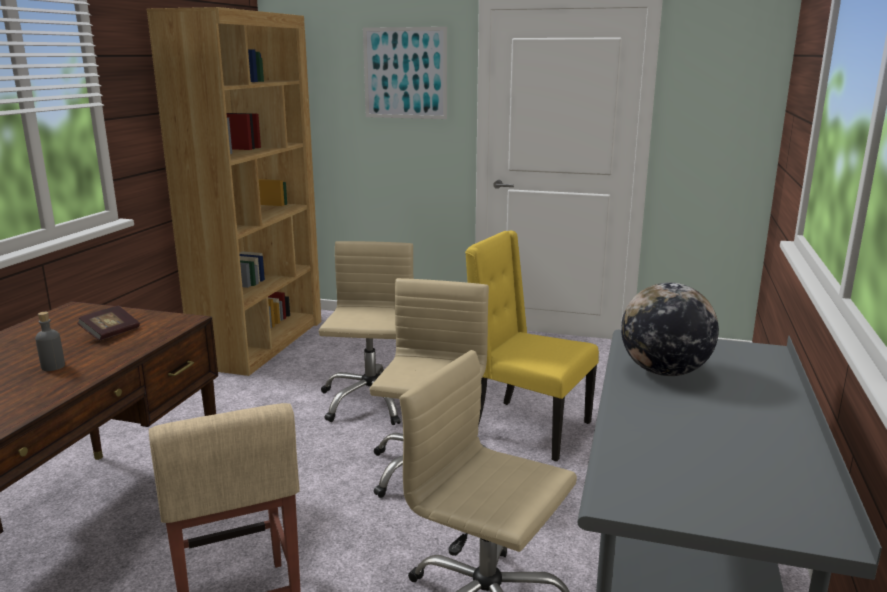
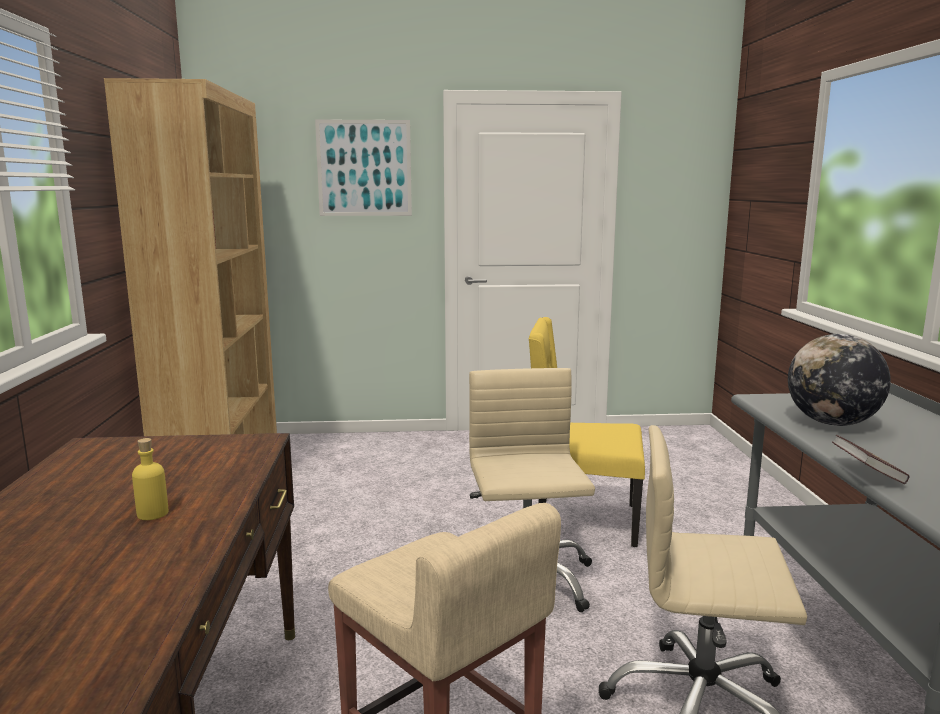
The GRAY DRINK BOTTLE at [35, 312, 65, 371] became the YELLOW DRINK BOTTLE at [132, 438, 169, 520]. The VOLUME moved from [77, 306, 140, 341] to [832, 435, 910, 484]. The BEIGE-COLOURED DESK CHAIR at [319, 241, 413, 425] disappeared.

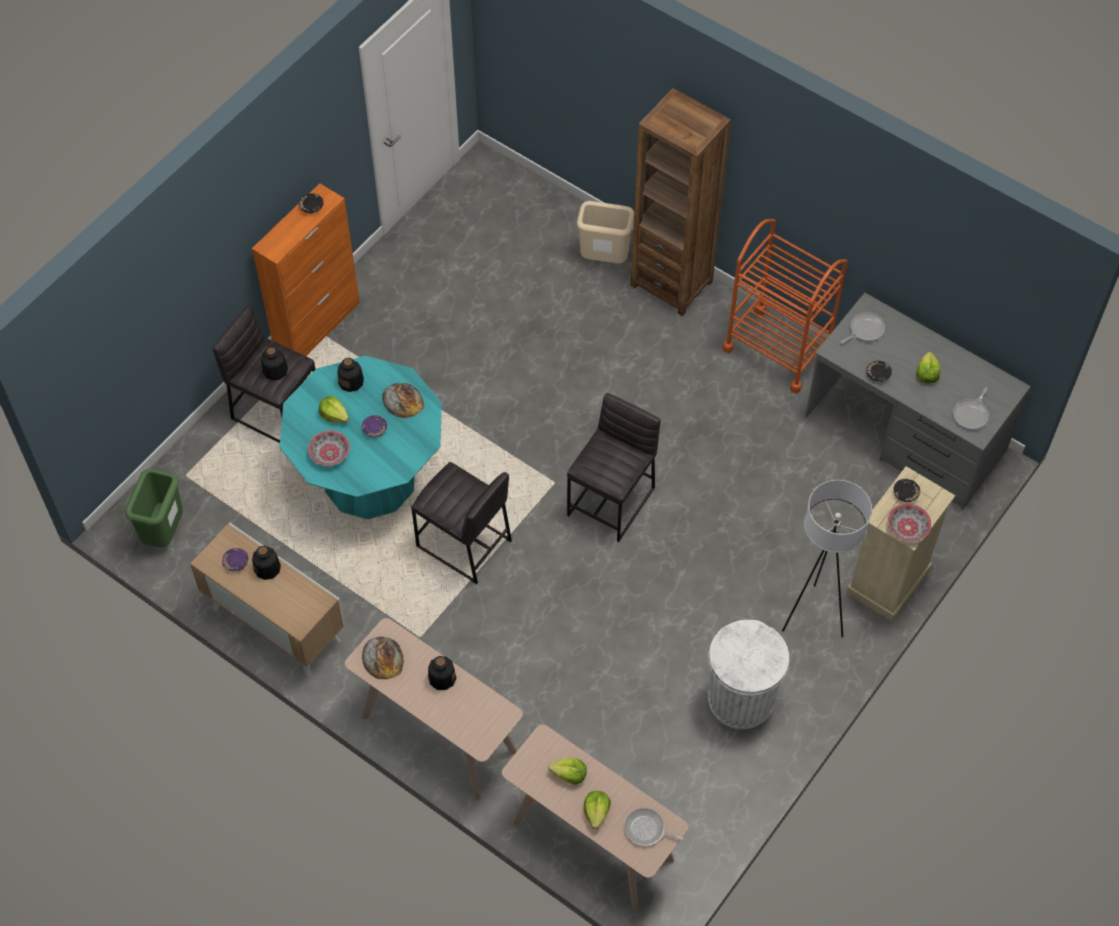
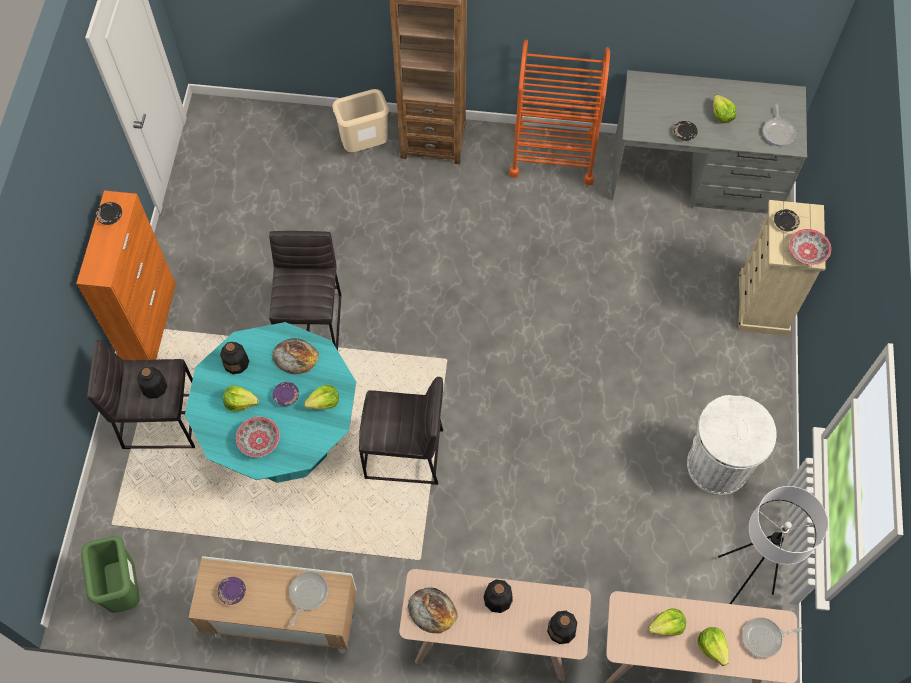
The DRINK BOTTLE moved from [252, 546, 281, 580] to [547, 611, 577, 644]. The GRAY SITTING STOOL moved from [567, 393, 661, 542] to [269, 231, 341, 350]. The WHITISH FLOOR LAMP moved from [782, 480, 872, 638] to [718, 486, 828, 604]. The SKILLET moved from [841, 312, 885, 343] to [289, 571, 328, 627]. The LETTUCE at [304, 385, 339, 409] appeared.

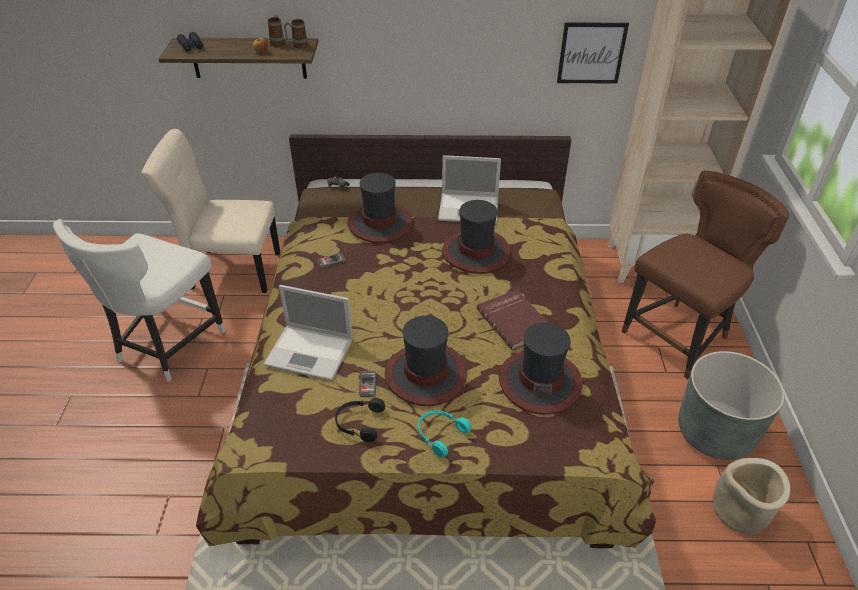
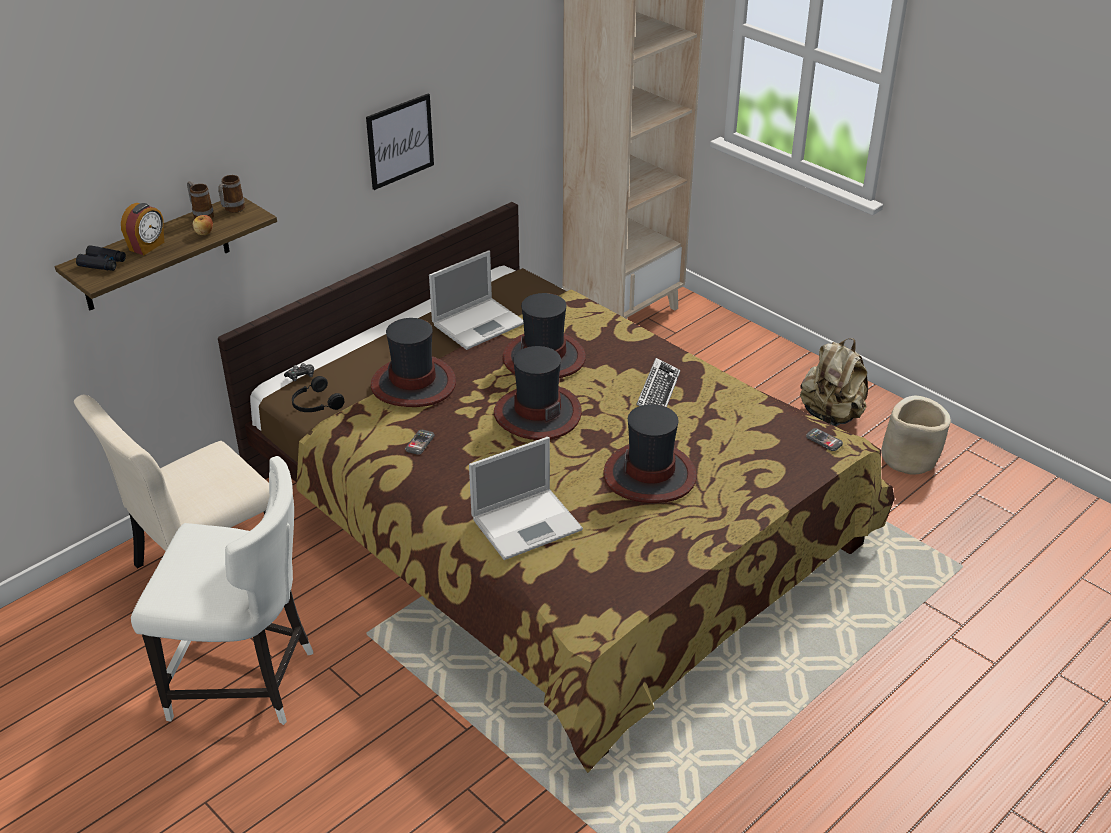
The WHITISH PLAIN CHAIR at [53, 219, 225, 382] turned 60 degrees counterclockwise. The BLACK HEADPHONES moved from [335, 398, 385, 442] to [292, 376, 344, 412]. The PHONE moved from [359, 371, 377, 397] to [806, 428, 843, 451]. The TURQUOISE HEADPHONES at [418, 410, 471, 458] disappeared. The RED-COLOURED VOLUME at [477, 290, 548, 350] was replaced by the COMPUTER KEYBOARD at [636, 358, 680, 407]. The WEARABLE HAT moved from [499, 322, 583, 415] to [494, 346, 582, 440]. The WALL ART moved from [557, 22, 629, 84] to [366, 94, 434, 190]. The BROWN PLAIN CHAIR at [621, 171, 789, 379] disappeared. The GRAY PLANTER at [678, 351, 785, 460] was replaced by the BEIGE-COLOURED RUCKSACK at [800, 338, 868, 426]. The BEDSIDE CLOCK at [121, 203, 164, 255] appeared.

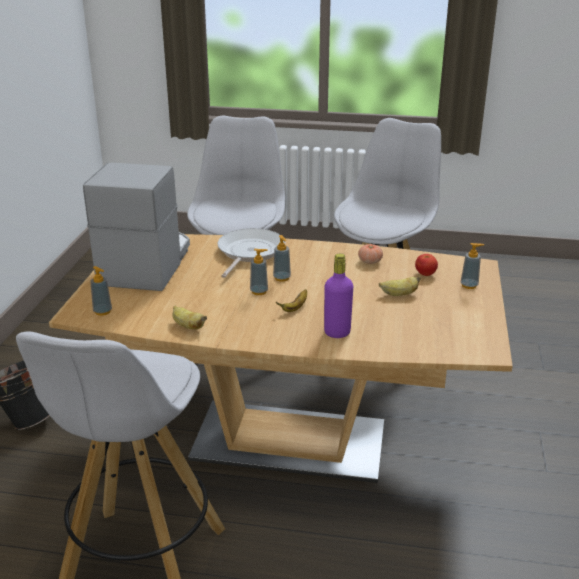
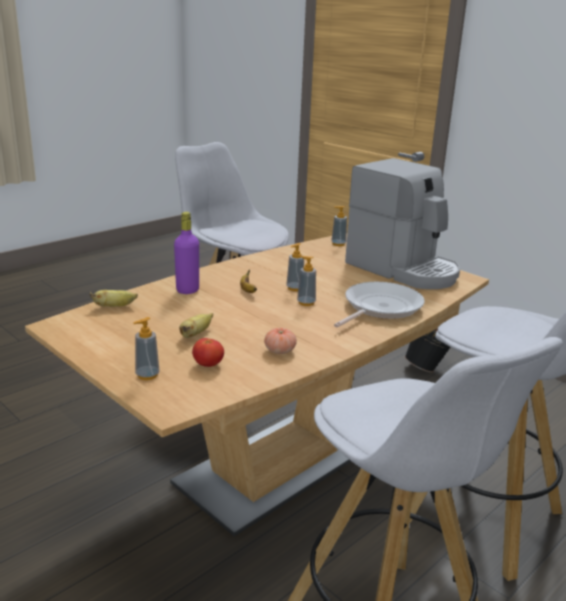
The BANANA FRUIT moved from [173, 306, 207, 330] to [90, 290, 138, 307]. The SKILLET at [217, 228, 285, 278] turned 105 degrees counterclockwise.

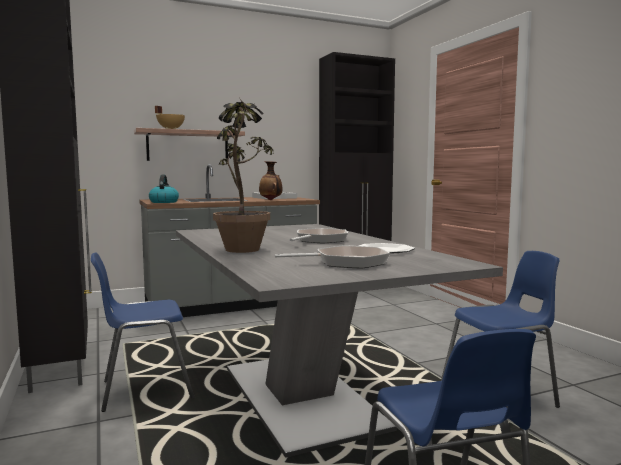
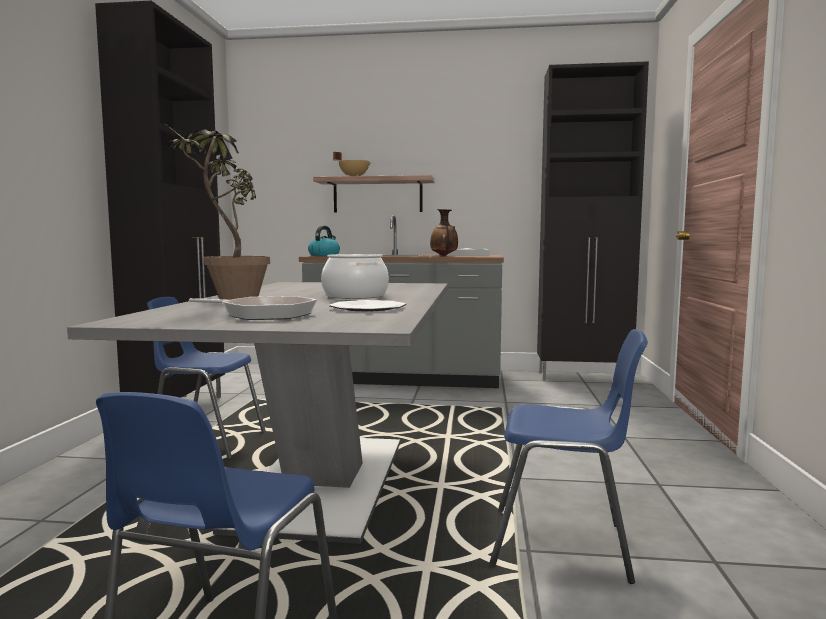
The SKILLET at [290, 228, 348, 243] was replaced by the SAUCEPOT at [321, 254, 389, 299].

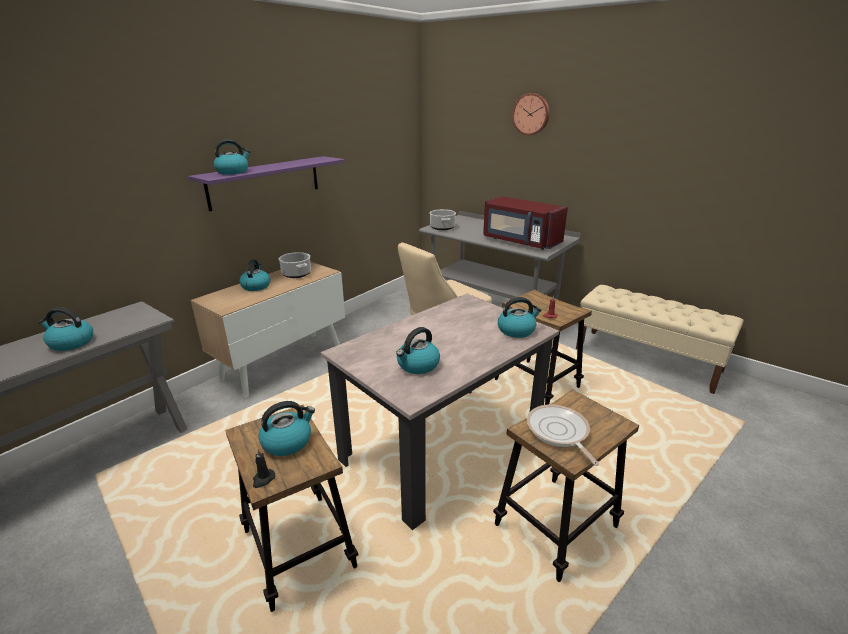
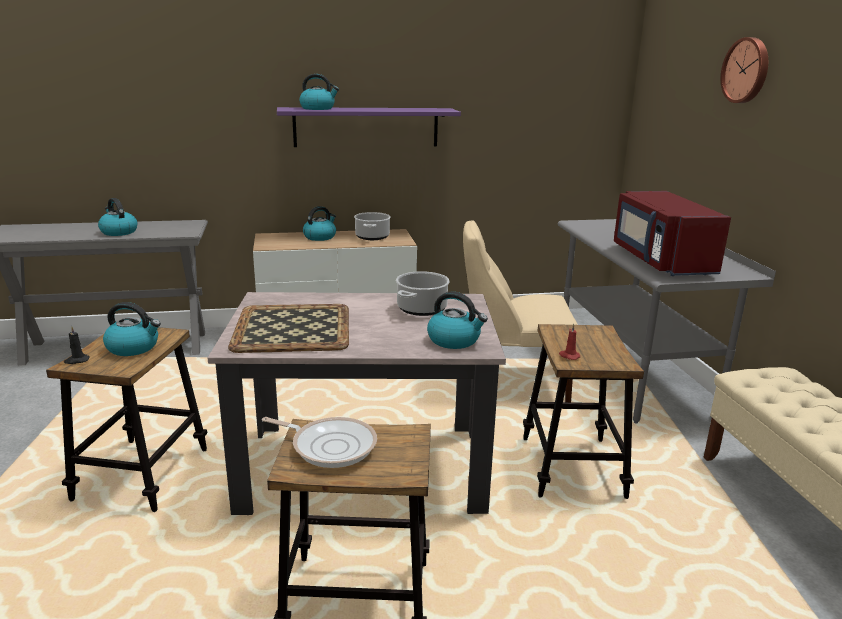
The WATER KETTLE at [396, 327, 440, 374] was replaced by the TRAY at [228, 304, 349, 353]. The SAUCEPOT moved from [430, 209, 456, 230] to [396, 271, 450, 316]. The SKILLET at [527, 404, 599, 466] turned 90 degrees clockwise.

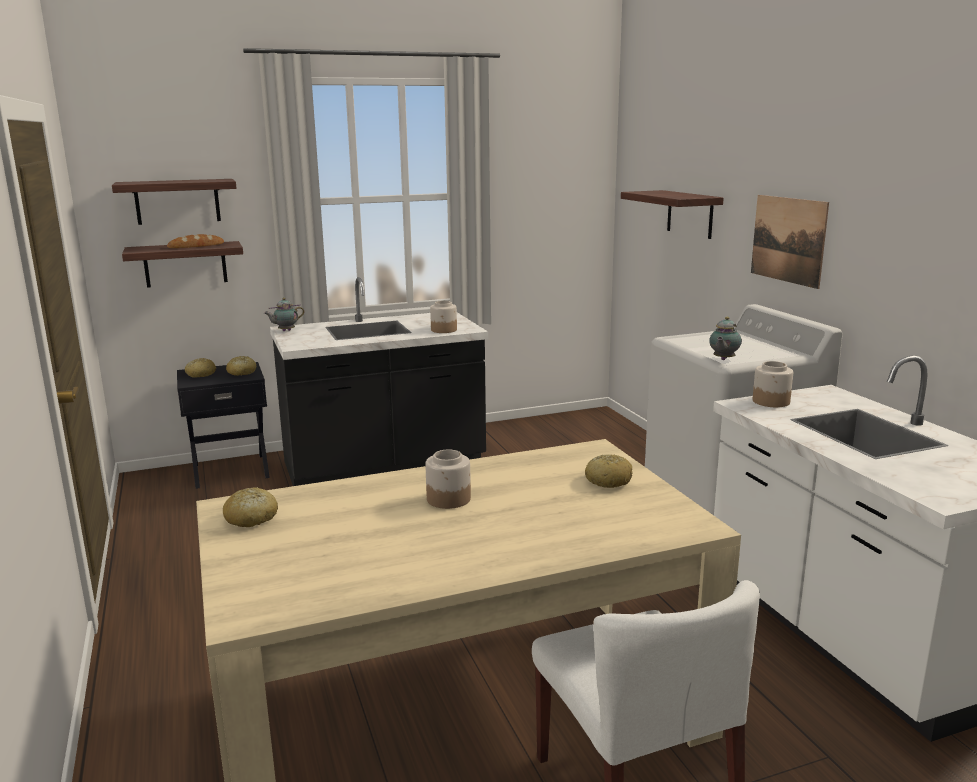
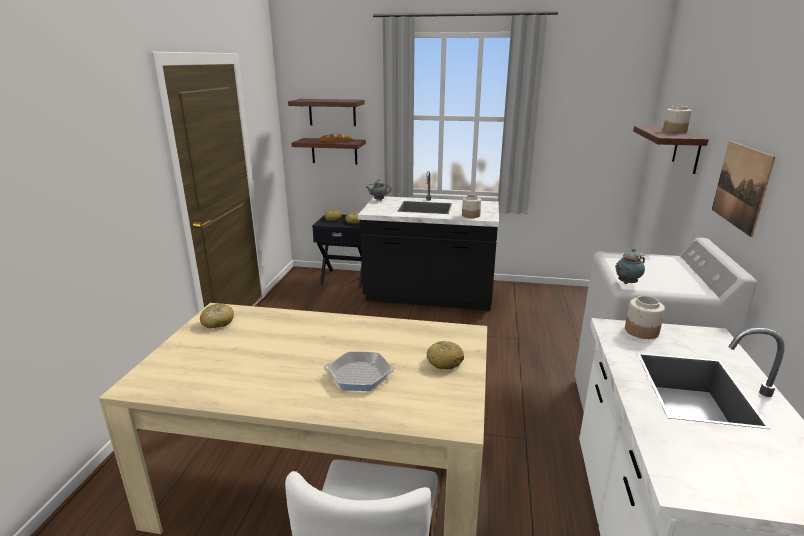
The PRESERVE JAR moved from [425, 450, 471, 509] to [663, 106, 692, 133]. The SKILLET at [324, 351, 395, 391] appeared.

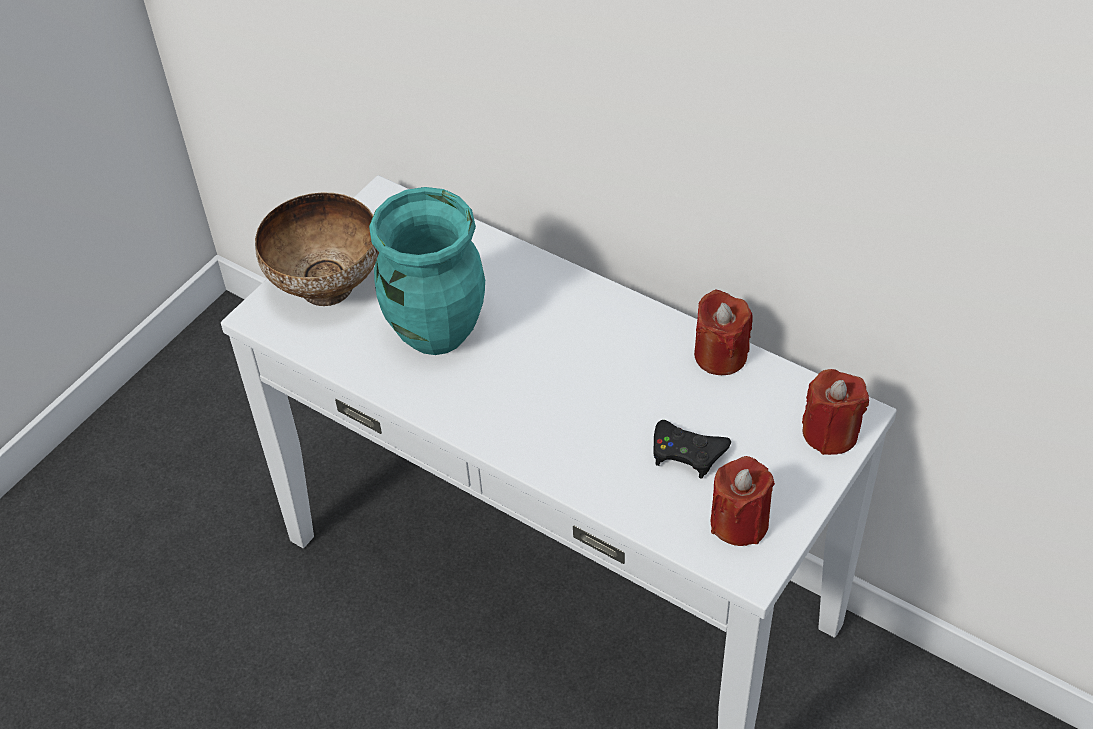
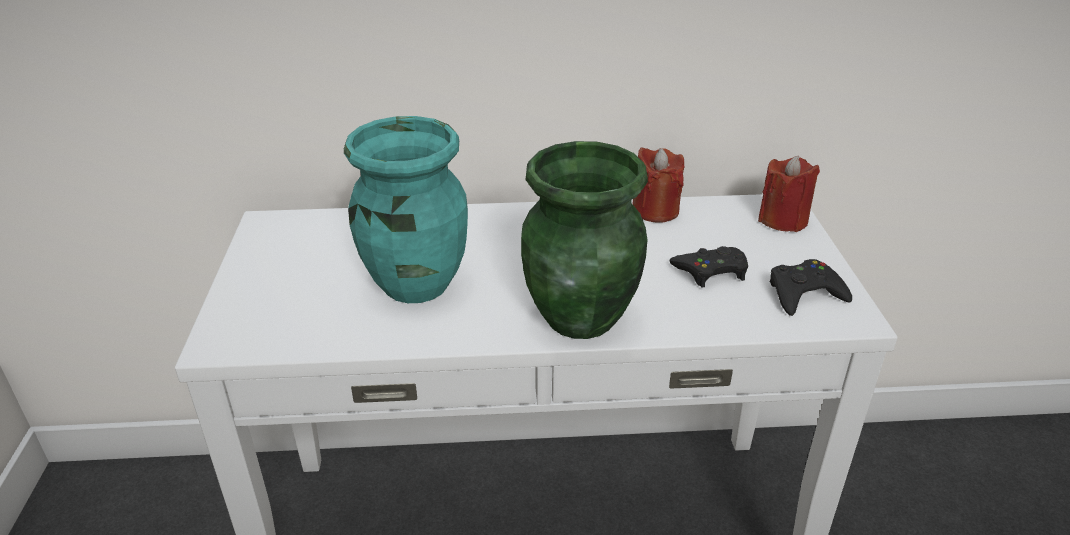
The SERVING BOWL at [255, 192, 379, 306] disappeared. The RED-COLOURED CANDLE at [711, 456, 775, 546] was replaced by the BLACK JOYPAD at [770, 259, 852, 316]. The GREENISH VASE at [521, 141, 648, 339] appeared.

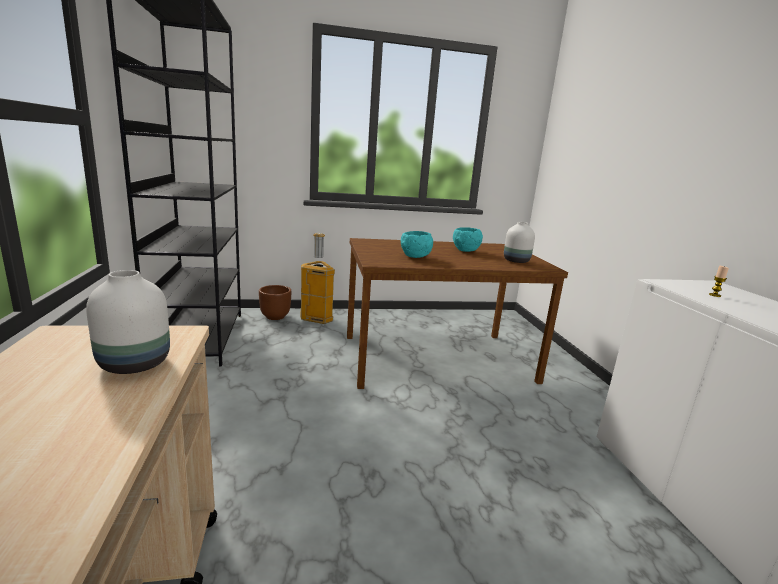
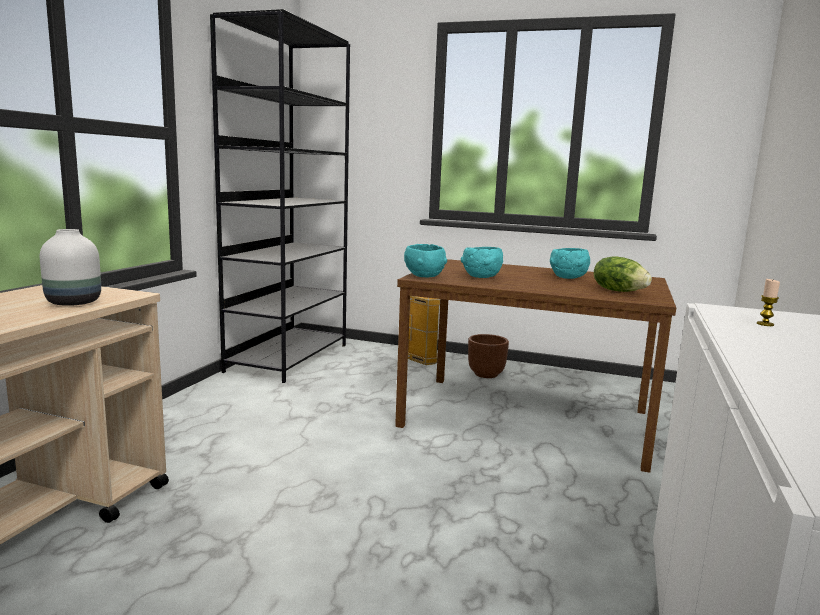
The BROWN PLANTER moved from [259, 285, 291, 320] to [468, 334, 509, 378]. The WHITISH VASE at [504, 222, 535, 263] was replaced by the LETTUCE at [594, 256, 652, 292]. The TURQUOISE SERVING BOWL at [404, 244, 447, 277] appeared.

